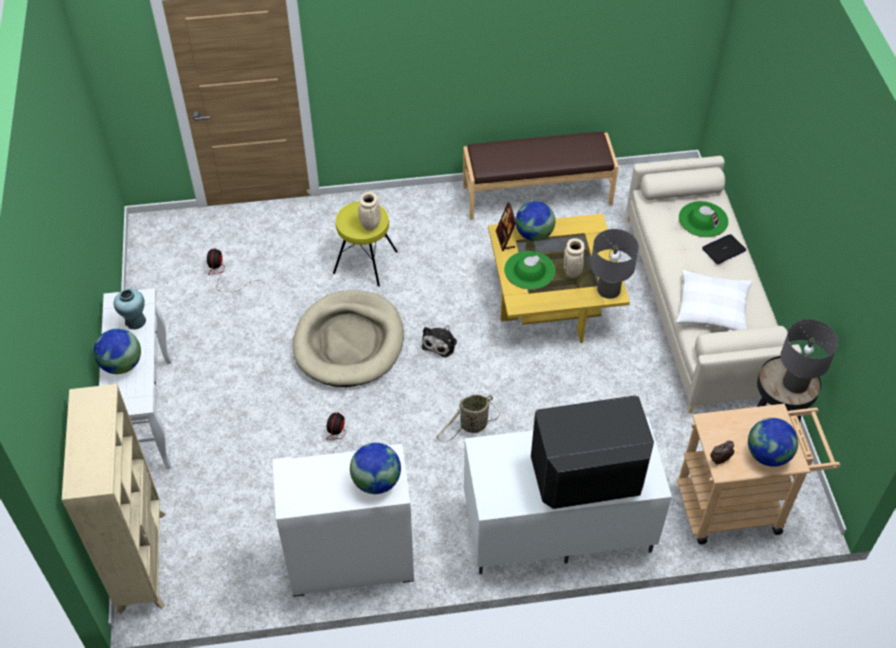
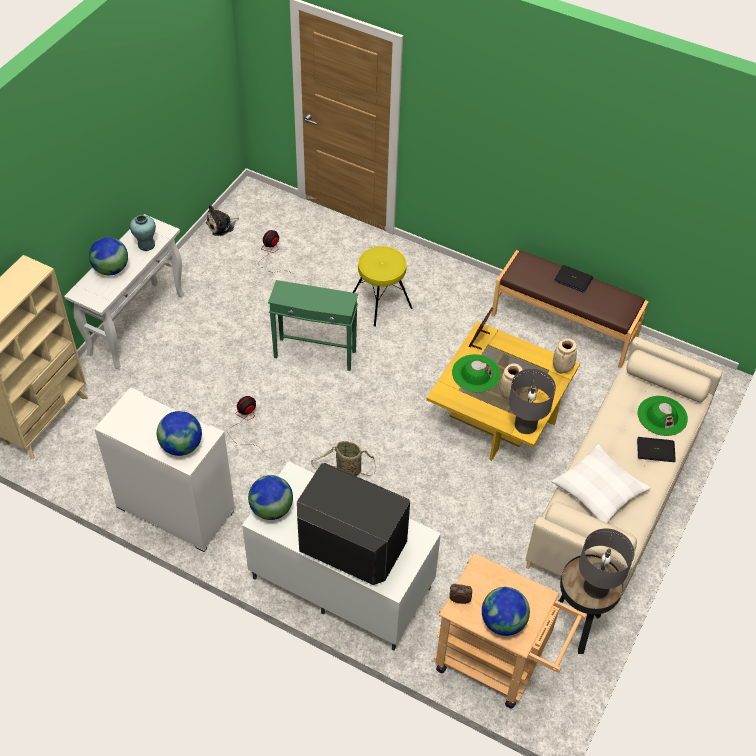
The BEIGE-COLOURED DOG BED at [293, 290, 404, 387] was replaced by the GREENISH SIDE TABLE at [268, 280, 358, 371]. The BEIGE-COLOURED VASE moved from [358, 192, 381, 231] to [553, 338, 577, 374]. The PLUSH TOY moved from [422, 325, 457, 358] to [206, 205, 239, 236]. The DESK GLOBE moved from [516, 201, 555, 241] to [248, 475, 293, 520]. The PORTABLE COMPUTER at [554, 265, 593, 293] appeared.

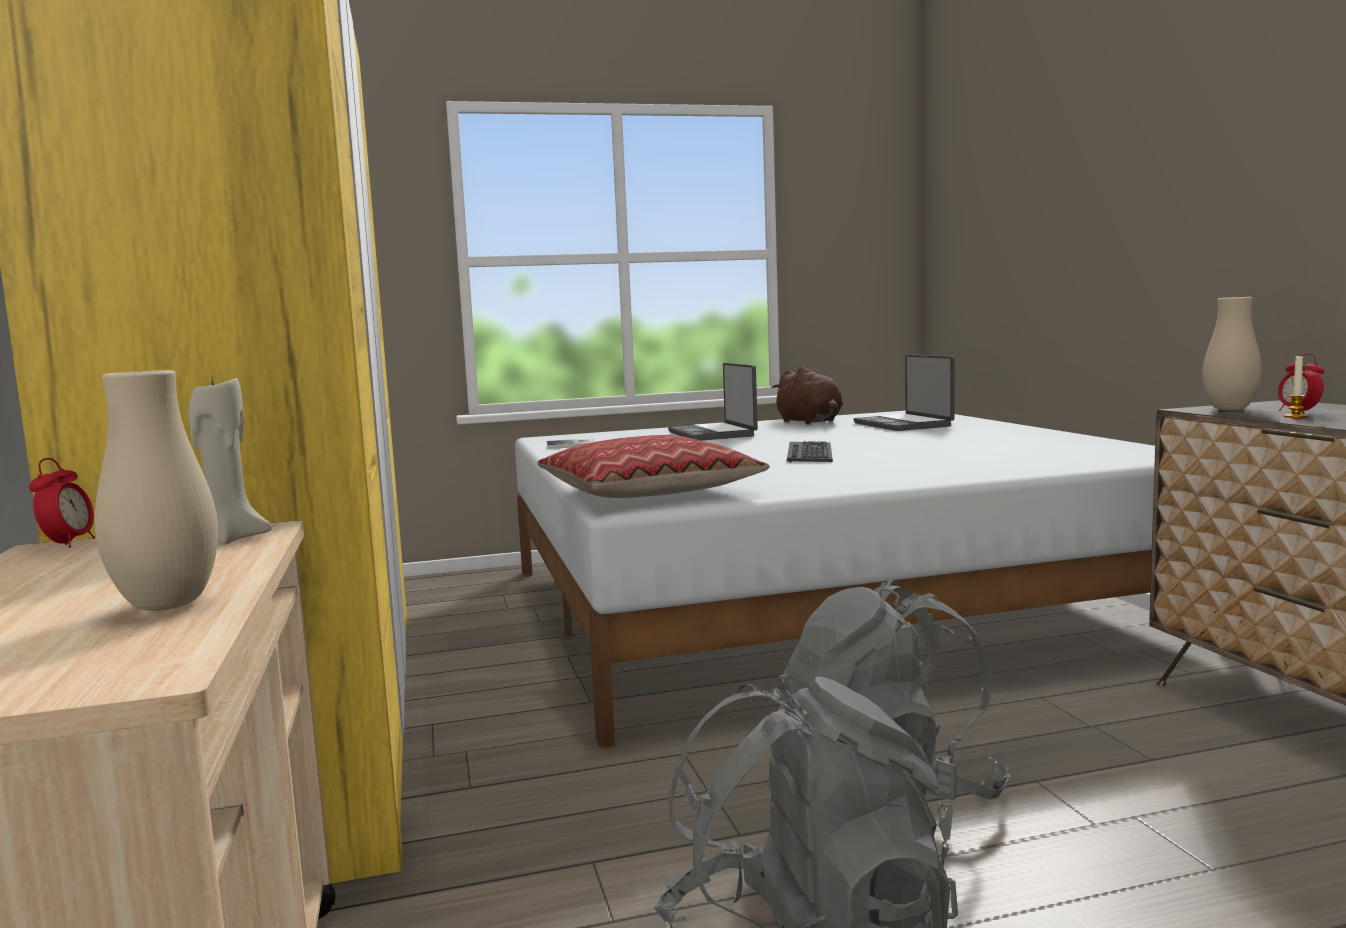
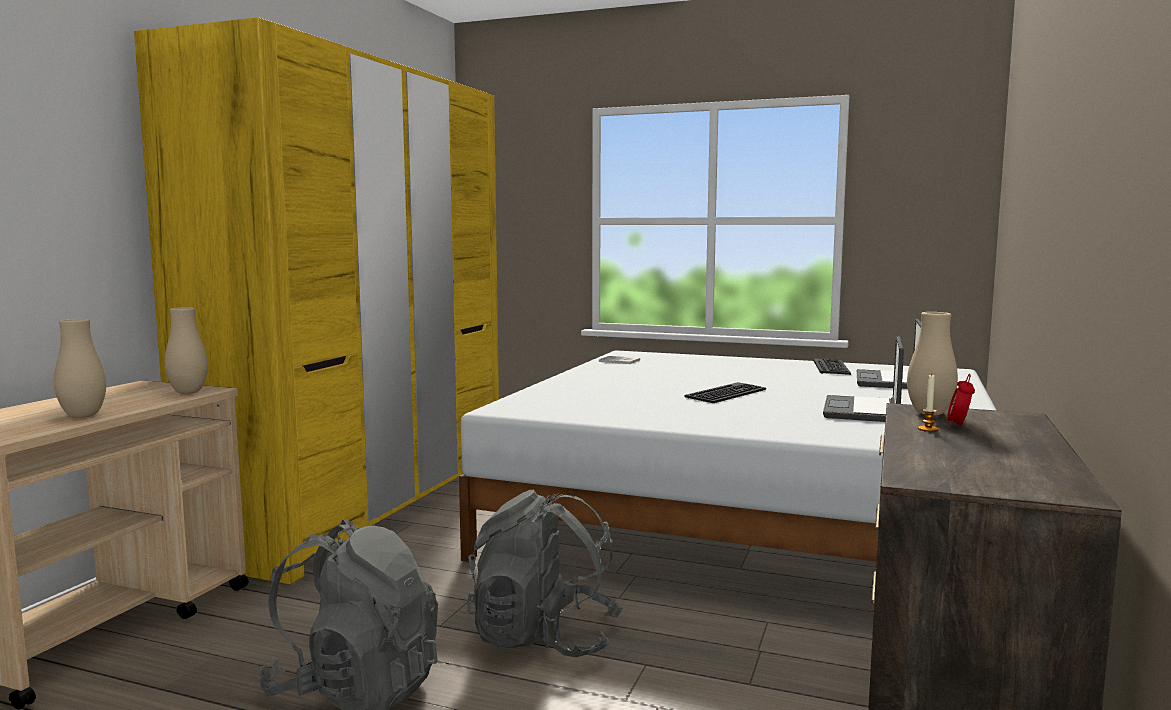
The BEDSIDE CLOCK at [29, 458, 95, 548] disappeared. The BEIGE-COLOURED CANDLE at [189, 374, 272, 545] was replaced by the BEIGE-COLOURED VASE at [165, 307, 208, 394]. The THROW PILLOW at [537, 435, 770, 498] disappeared. The PORTABLE COMPUTER moved from [668, 363, 758, 441] to [823, 336, 904, 422]. The BROWN PLUSH TOY at [772, 367, 843, 424] was replaced by the COMPUTER KEYBOARD at [813, 358, 851, 375].

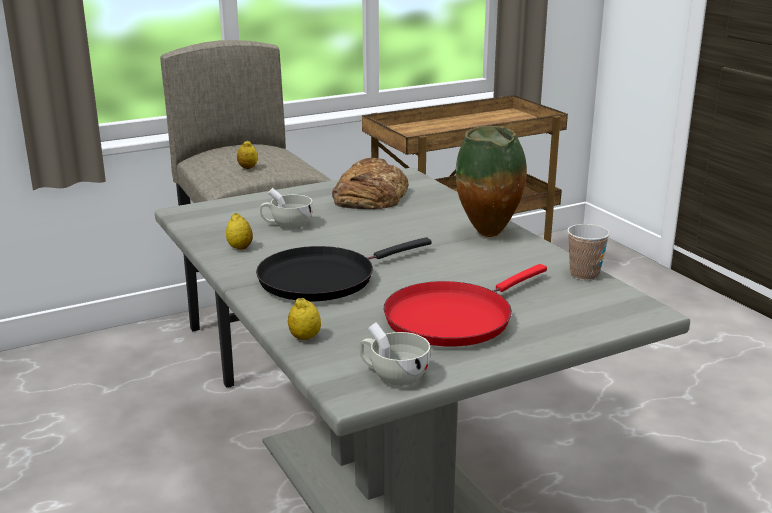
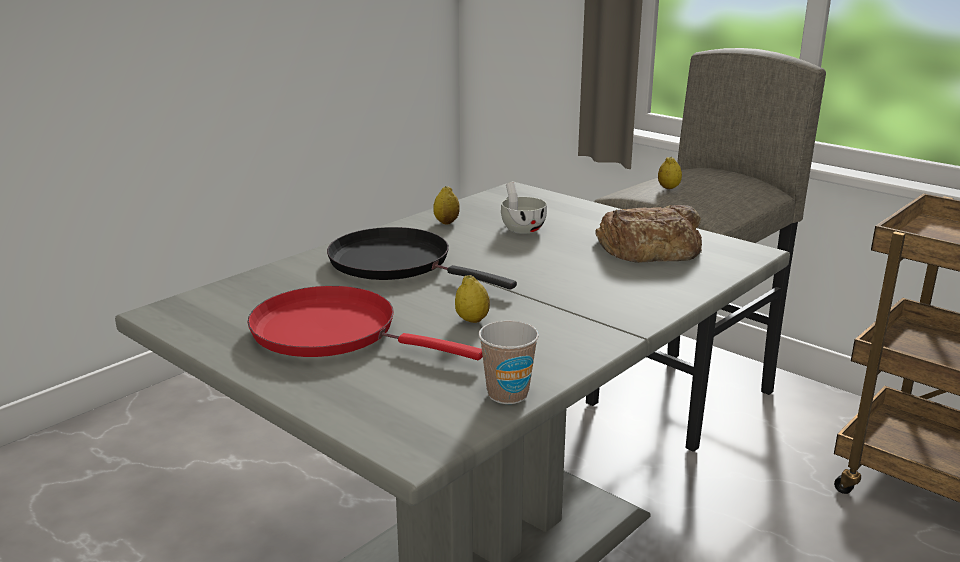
The CITRUS FRUIT moved from [288, 298, 321, 340] to [455, 275, 490, 323]. The WHITISH CUP at [359, 322, 430, 386] disappeared. The VASE at [456, 126, 527, 237] disappeared.

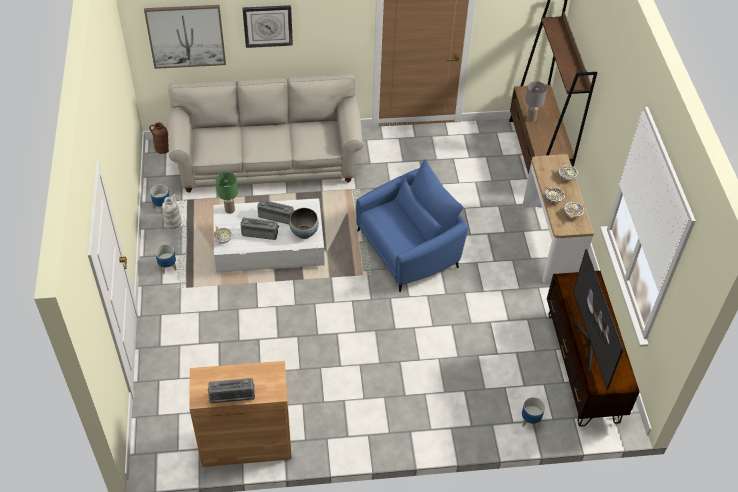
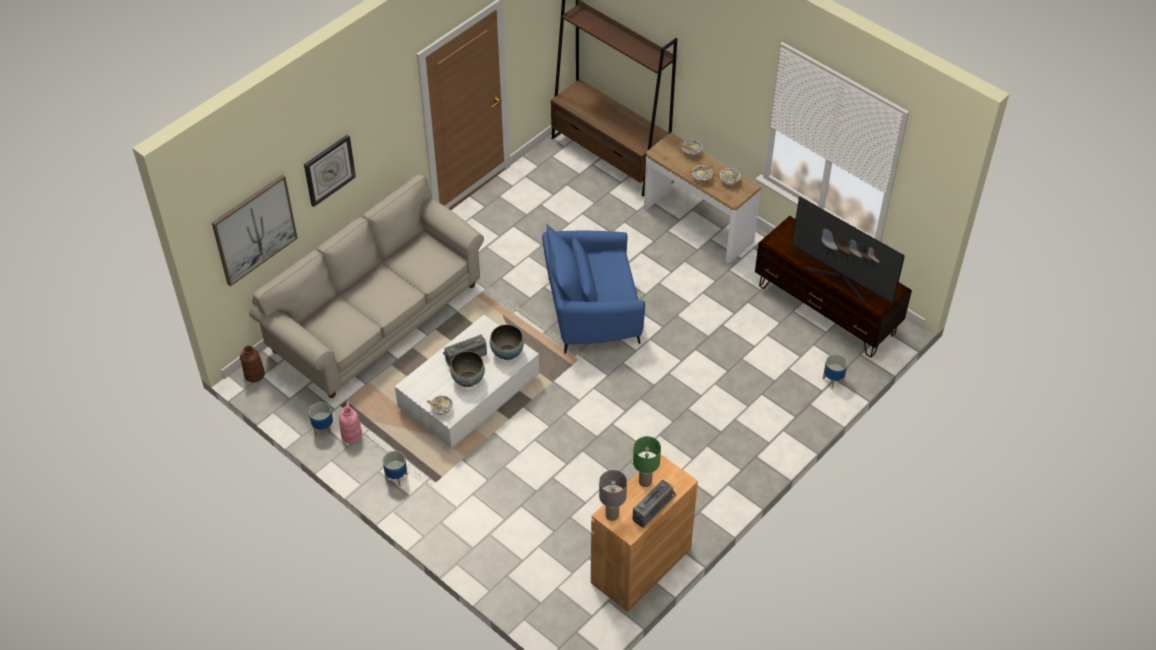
The WHITISH VASE at [162, 194, 182, 229] became the PINK-COLOURED VASE at [339, 401, 362, 444]. The GREENISH LAMP FOR A TABLE moved from [216, 172, 238, 214] to [633, 436, 661, 487]. The RADIO at [241, 217, 279, 240] was replaced by the SERVING BOWL at [450, 351, 485, 387]. The BLUE-COLOURED EASY CHAIR at [356, 159, 468, 292] turned 120 degrees counterclockwise. The GRAY LAMP FOR A TABLE moved from [525, 81, 547, 122] to [599, 470, 627, 521].

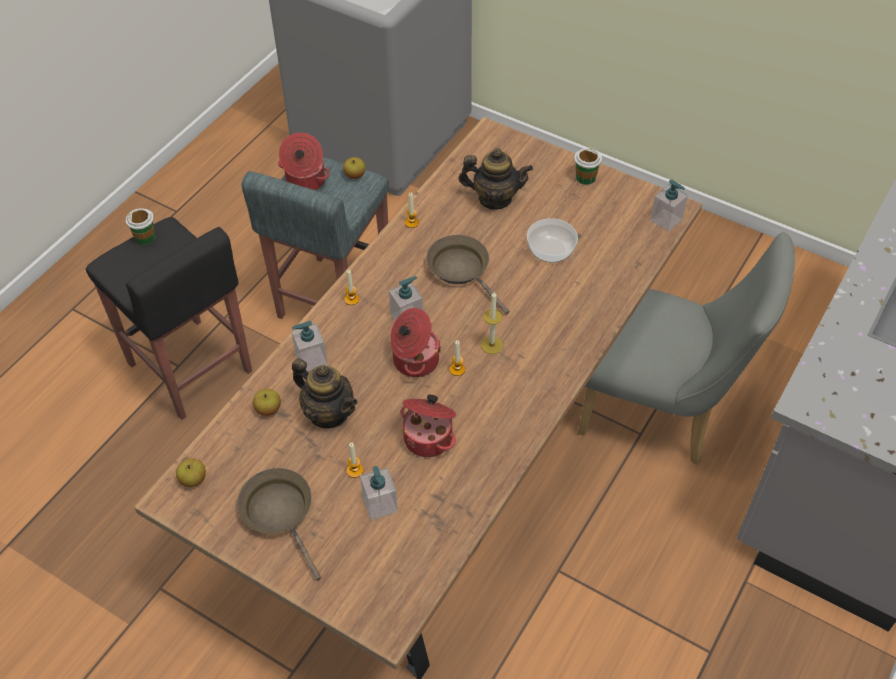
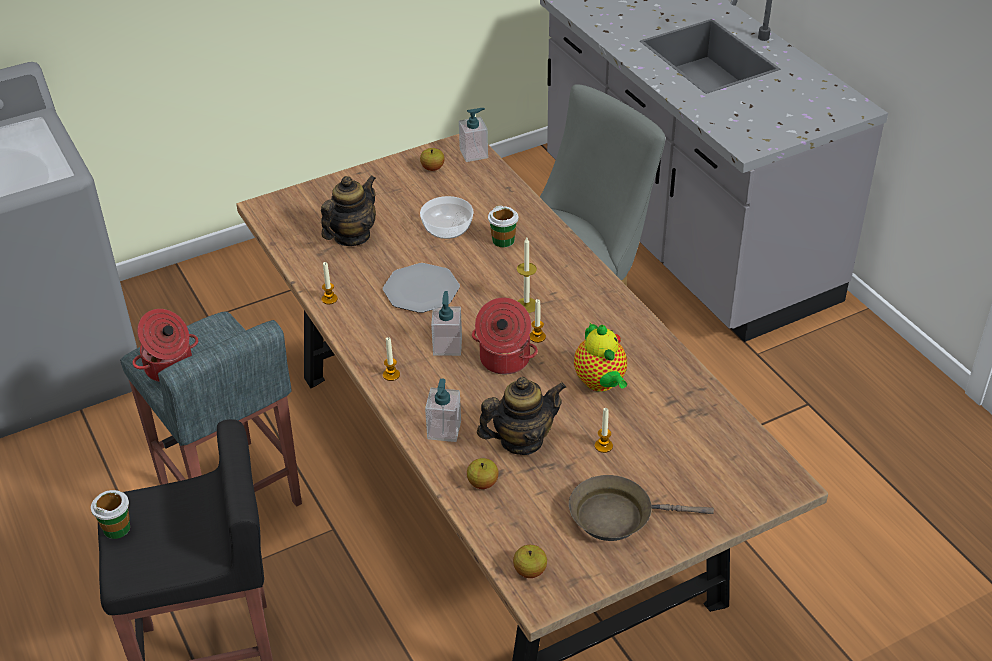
The APPLE FRUIT moved from [343, 157, 366, 179] to [420, 148, 444, 171]. The LIQUID SOAP BOTTLE at [360, 466, 398, 520] disappeared. The SAUCEPOT at [401, 394, 456, 457] was replaced by the TEA POT at [574, 323, 627, 392]. The BROWN SKILLET at [426, 235, 509, 314] was replaced by the FLAT DISH at [383, 263, 460, 313]. The CUP moved from [574, 148, 602, 185] to [488, 205, 519, 247].

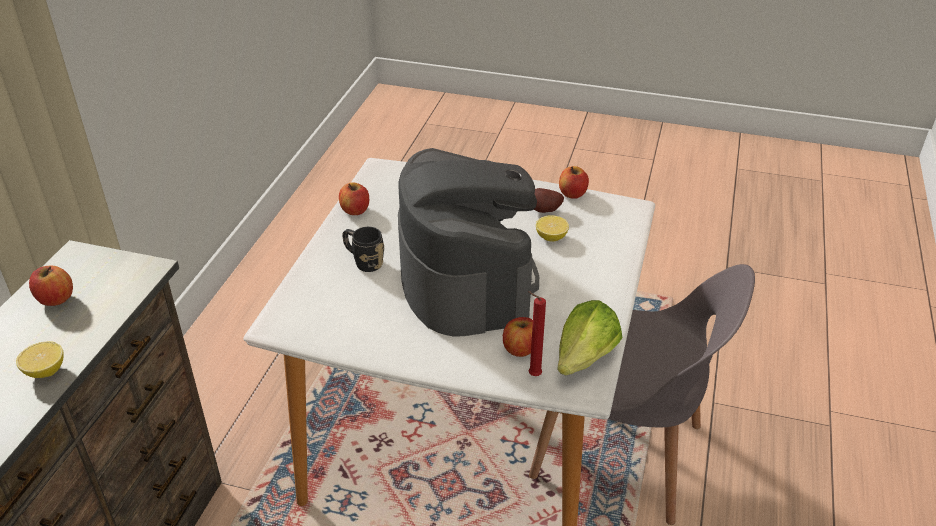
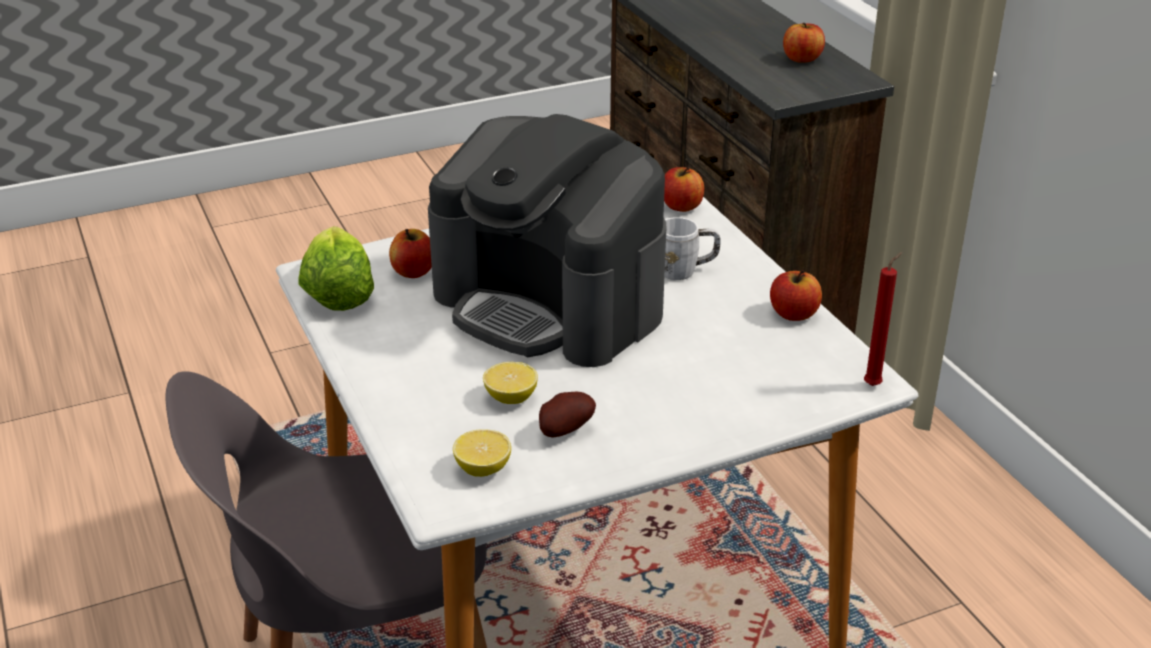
The CITRUS FRUIT moved from [16, 341, 64, 378] to [453, 429, 511, 477]. The BLACK MUG at [342, 227, 384, 272] became the WHITISH MUG at [664, 217, 721, 280]. The RED-COLOURED CANDLE moved from [528, 292, 546, 376] to [864, 252, 902, 386]. The APPLE FRUIT moved from [559, 166, 589, 199] to [664, 167, 704, 212].

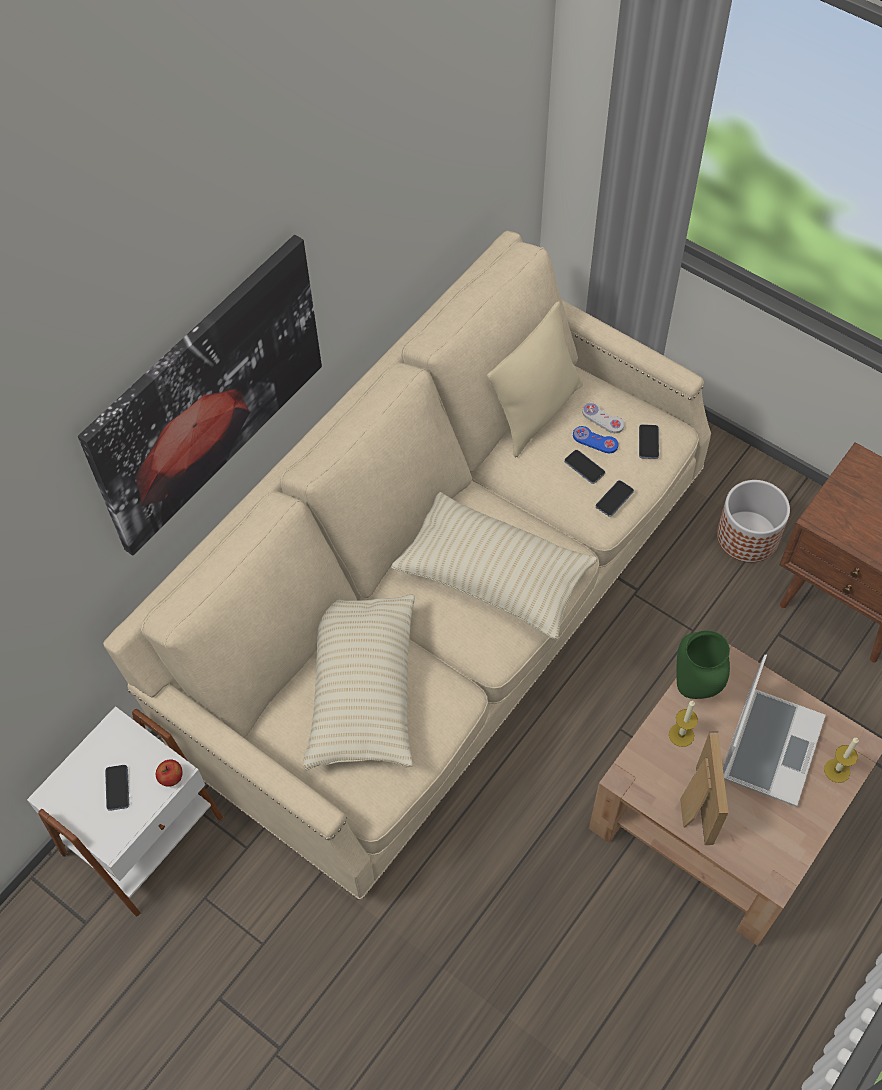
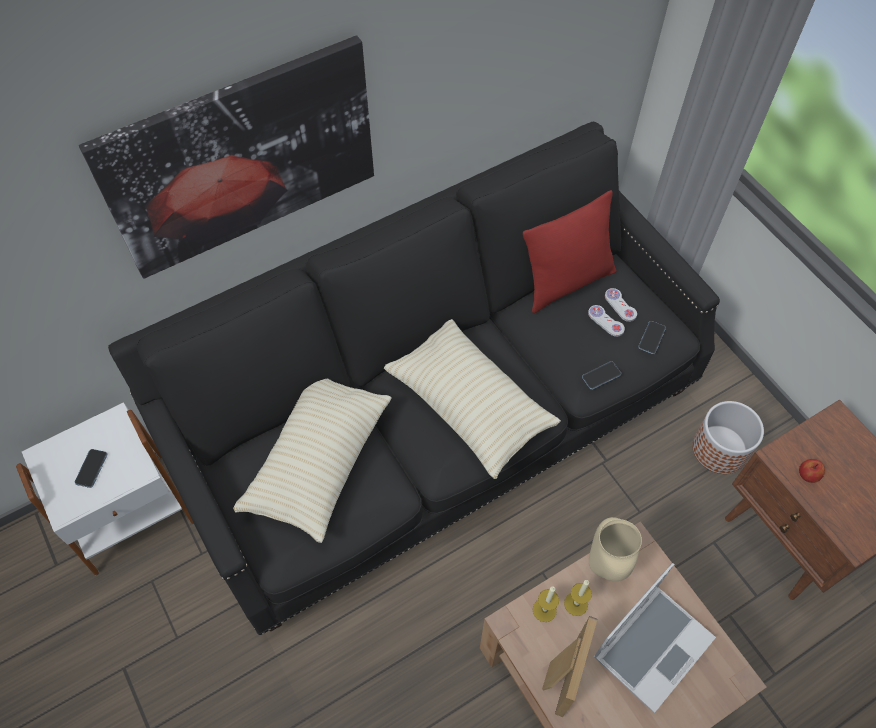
The BEIGE-COLOURED COUCH at [103, 231, 711, 900] became the BLACK COUCH at [108, 122, 720, 635]. The APPLE FRUIT moved from [156, 759, 183, 787] to [799, 459, 825, 483]. The BEIGE-COLOURED THROW PILLOW at [487, 301, 583, 457] became the RED-COLOURED THROW PILLOW at [523, 190, 617, 314]. The PHONE at [564, 450, 605, 484] disappeared. The BLUE-COLOURED JOYPAD at [573, 426, 619, 453] became the WHITISH JOYPAD at [588, 305, 625, 337]. The GREENISH VASE at [677, 630, 730, 699] became the BEIGE-COLOURED VASE at [589, 517, 642, 581]. The CANDLE moved from [824, 737, 859, 783] to [533, 586, 559, 622].

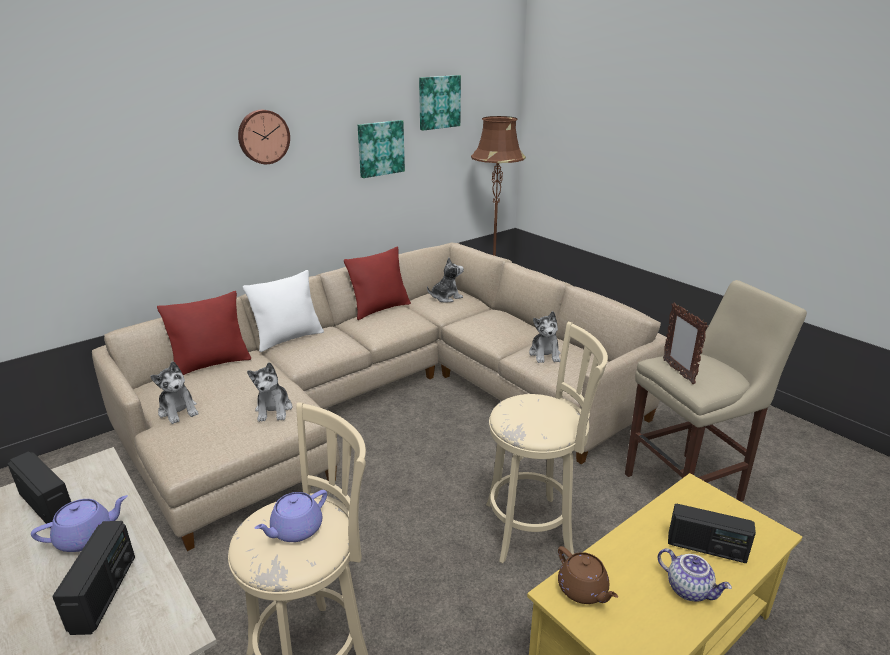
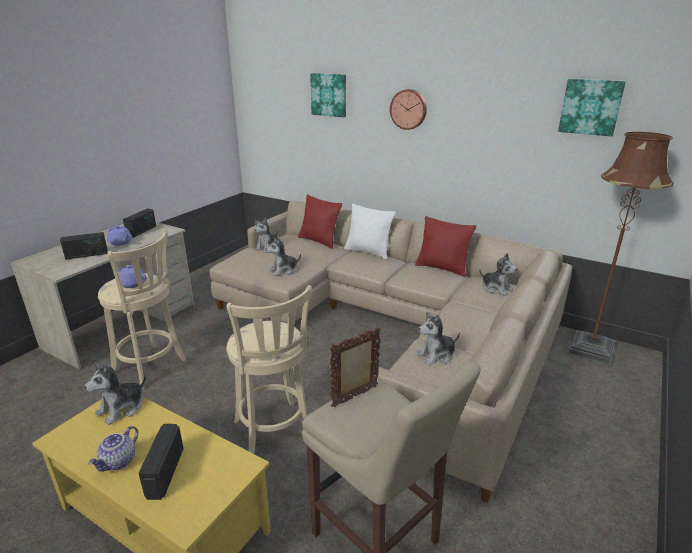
The WALL ART moved from [358, 120, 405, 178] to [310, 73, 346, 118]. The BROWN TEA POT at [558, 546, 618, 604] was replaced by the PLUSH TOY at [84, 363, 146, 425].

